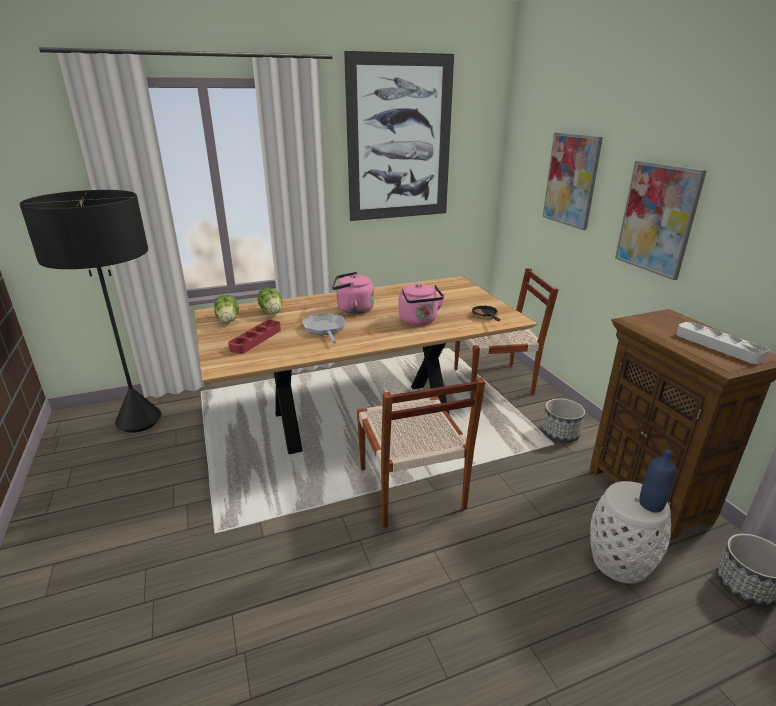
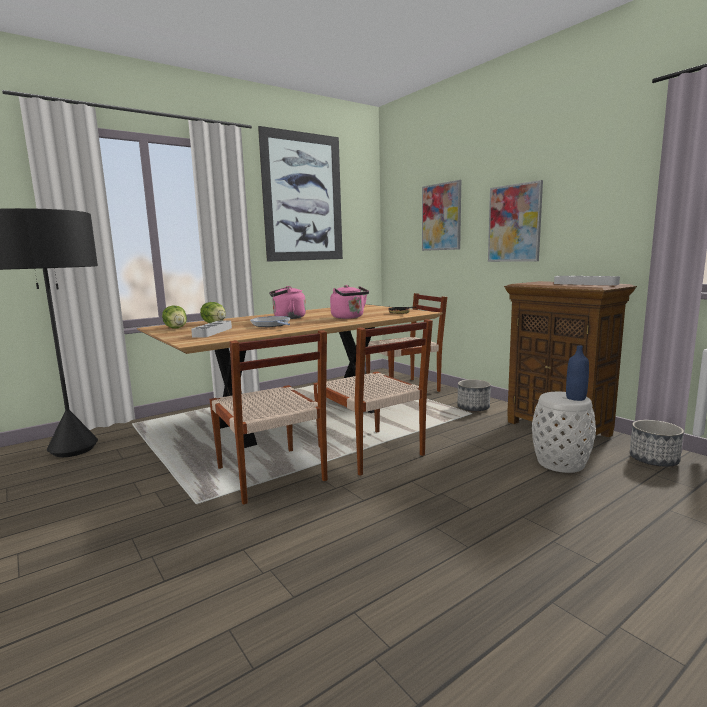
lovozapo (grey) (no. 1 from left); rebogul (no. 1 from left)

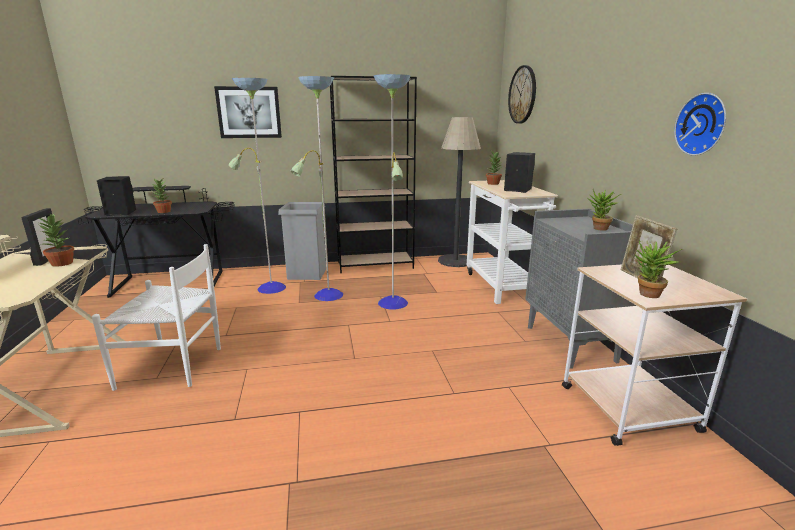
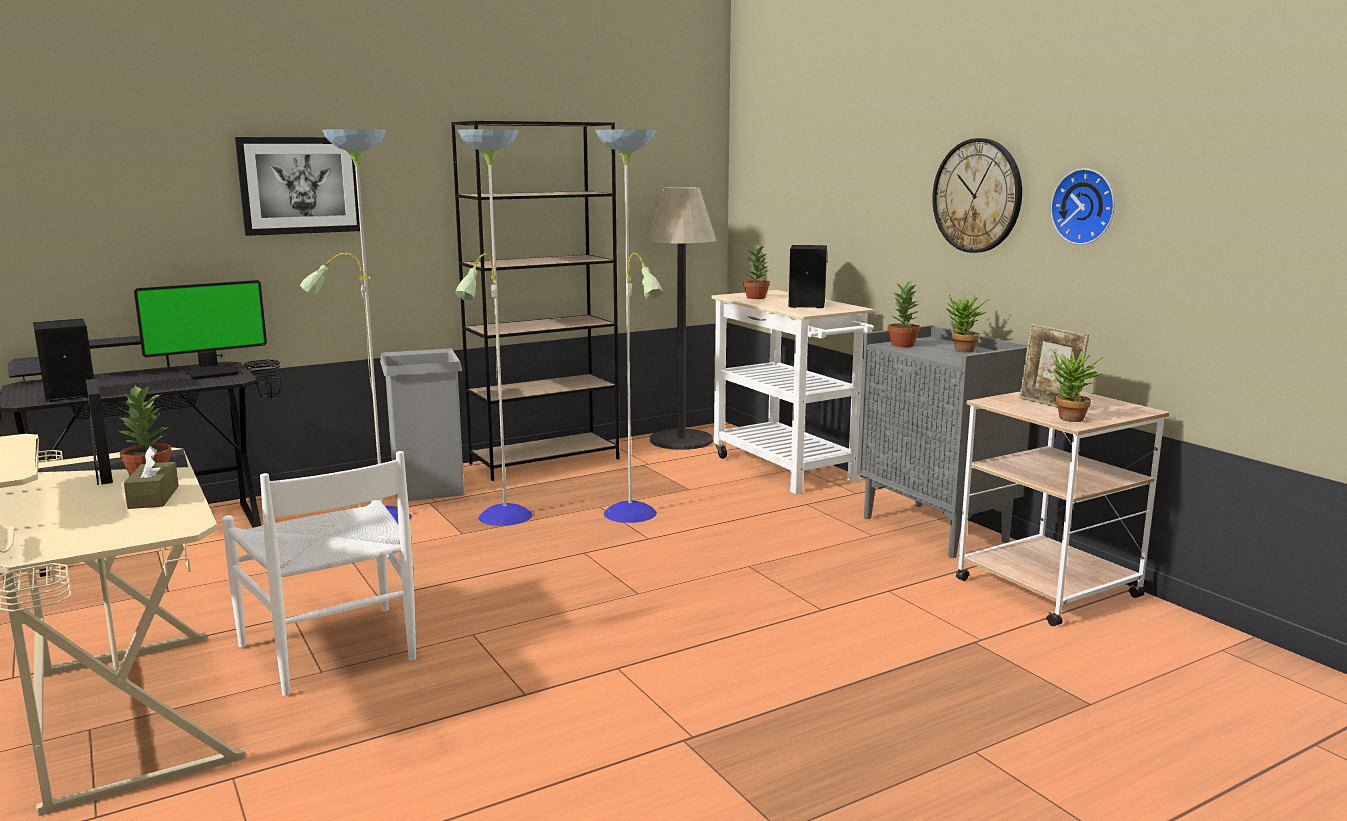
rebogul (white); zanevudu (no. 3 from left); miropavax (no. 1 from left); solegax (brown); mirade

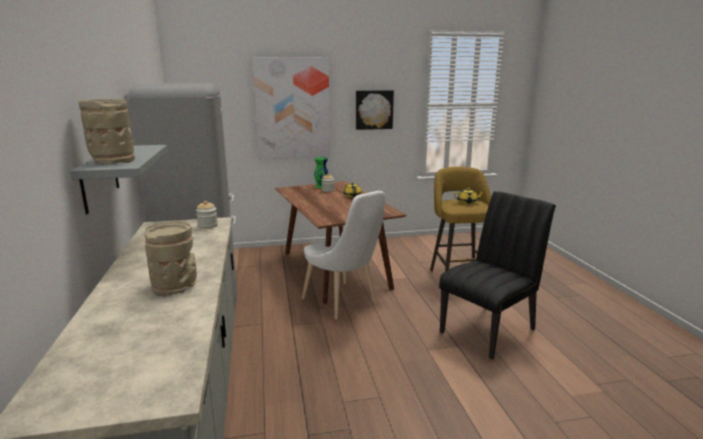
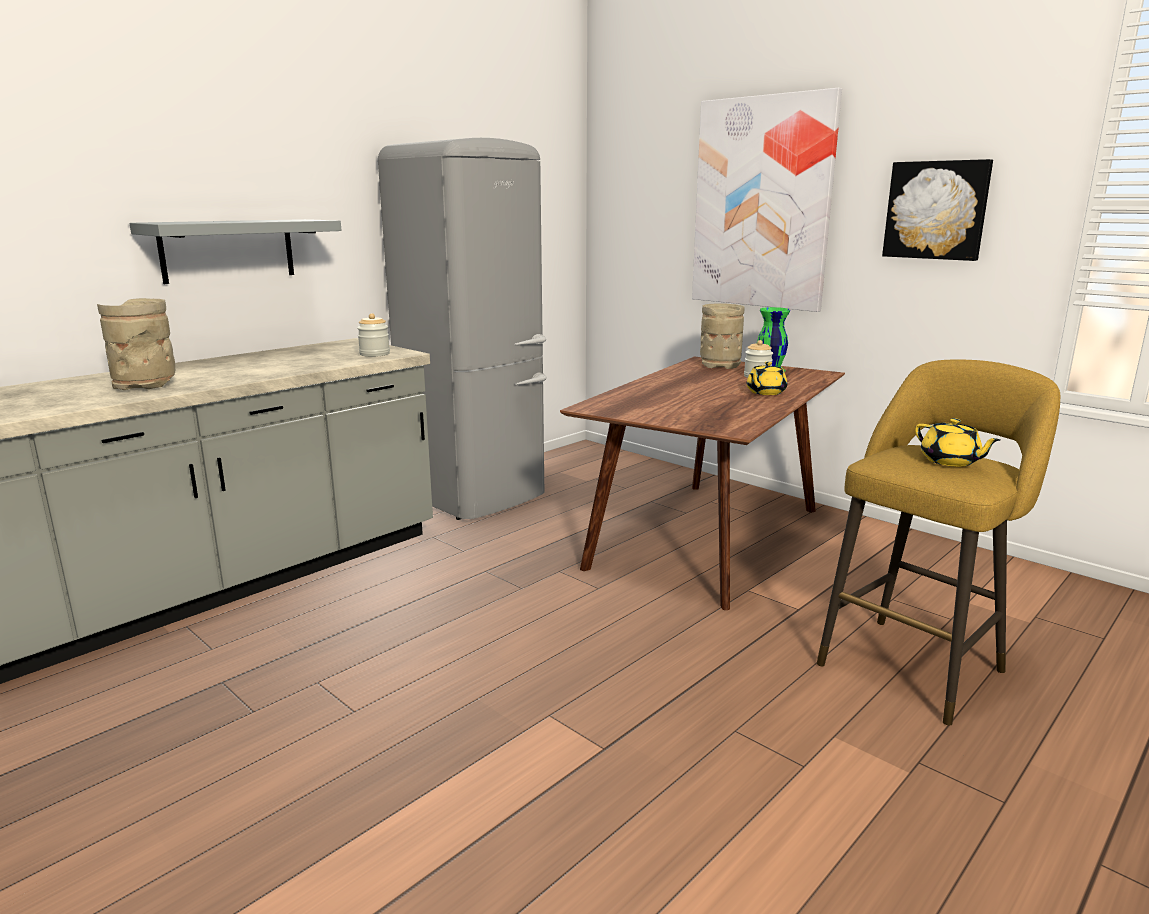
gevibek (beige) (no. 2 from left); rebogul (white); rebogul (black)

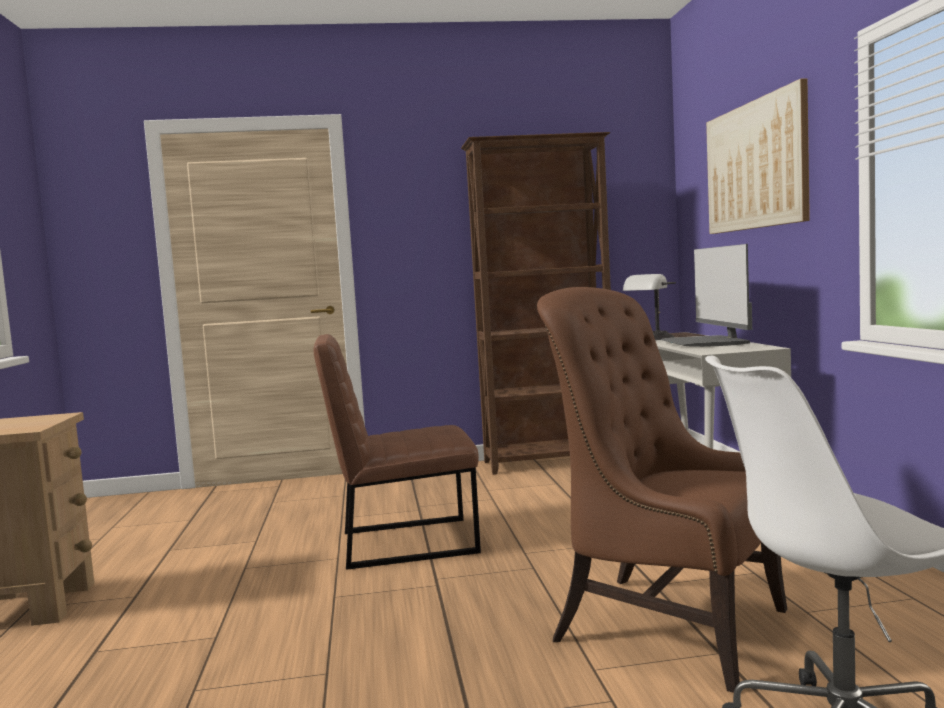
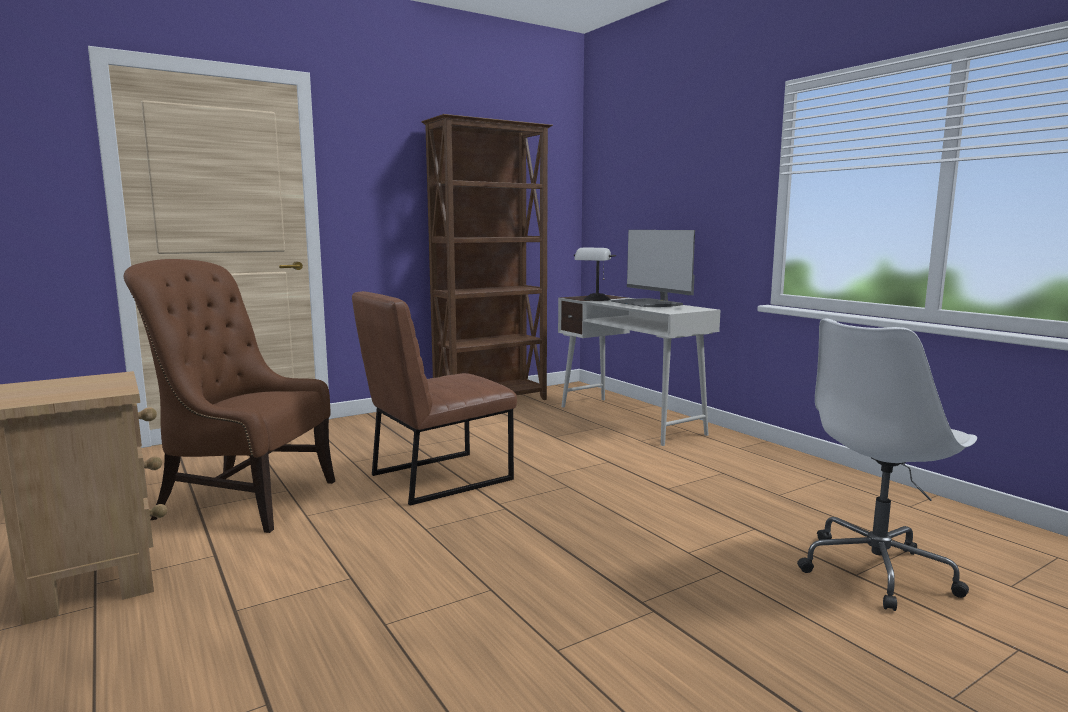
rebogul (brown) (no. 1 from left); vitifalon

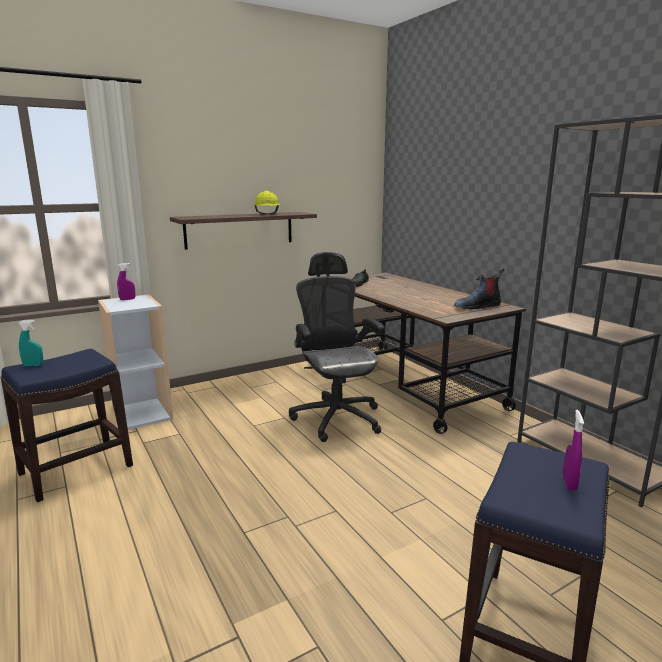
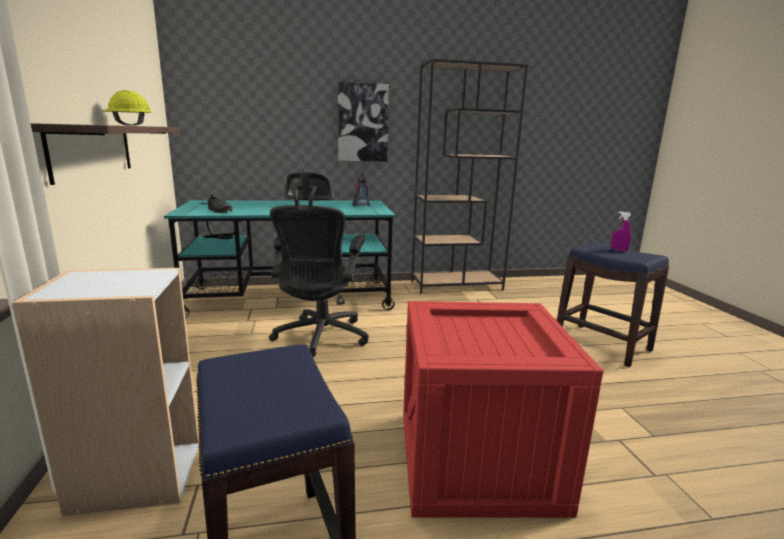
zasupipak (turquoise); zasupipak (purple) (no. 1 from left in the first image); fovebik; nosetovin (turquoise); vitifalon; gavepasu

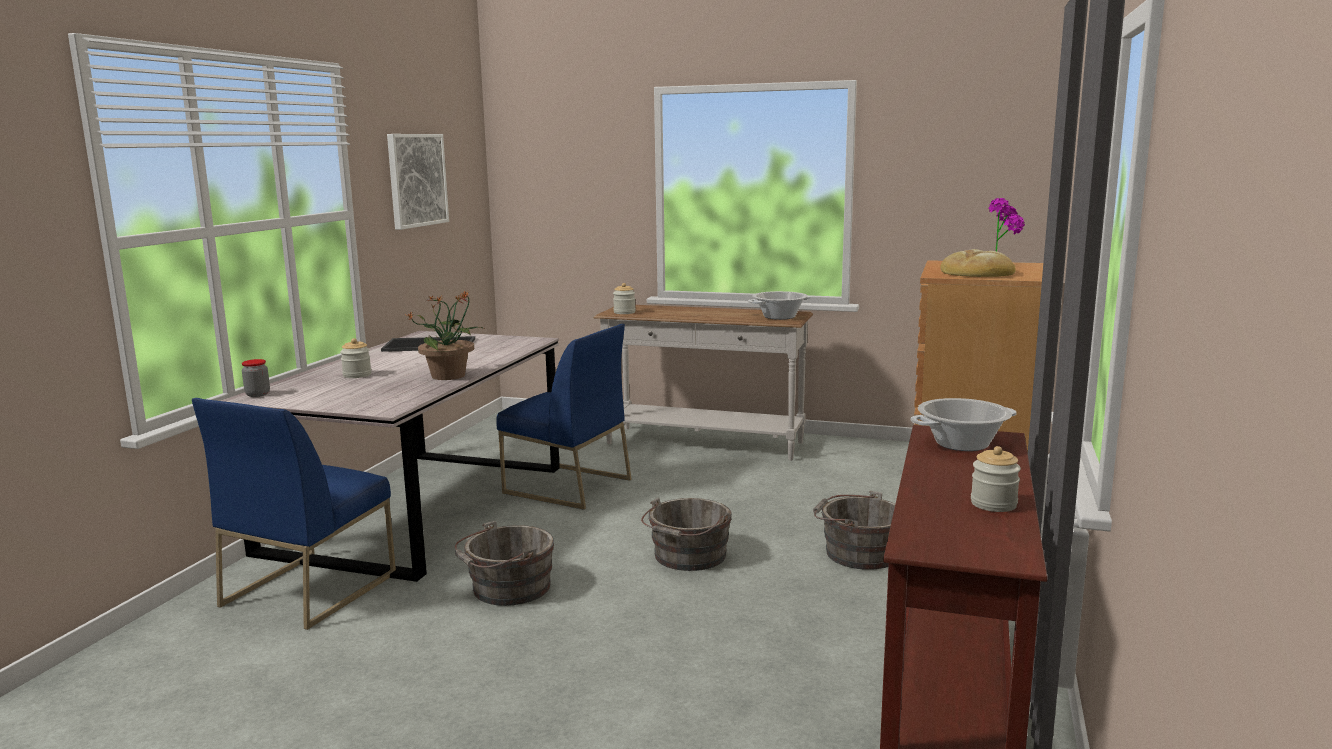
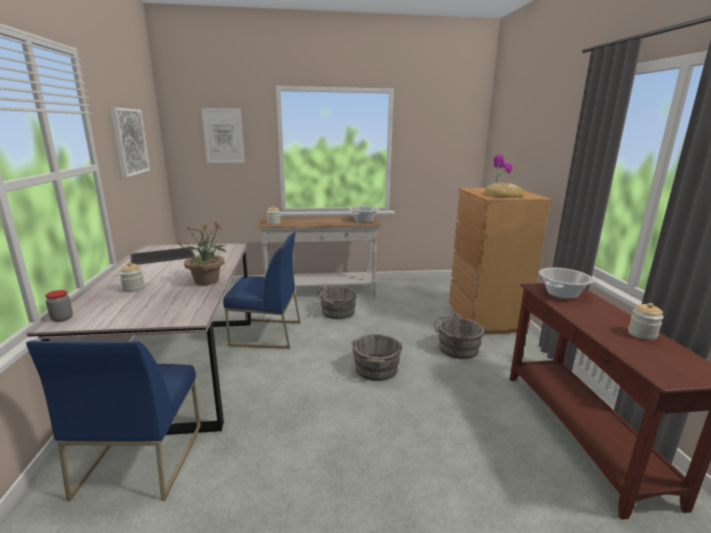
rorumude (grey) (no. 1 from left); vitifalon (no. 2 from left)

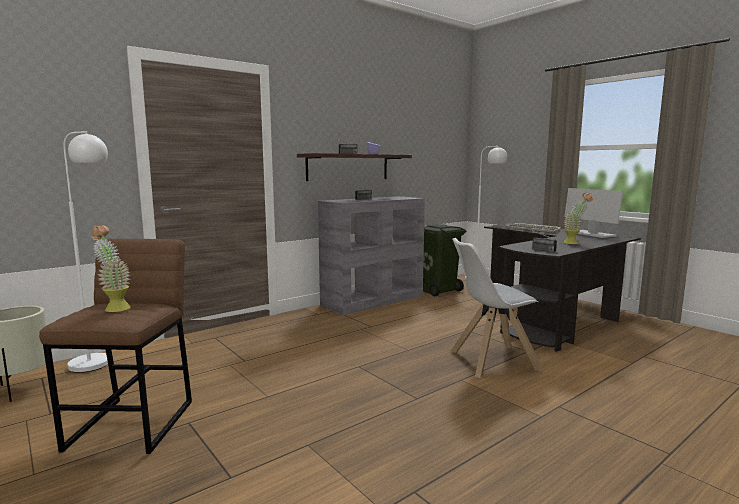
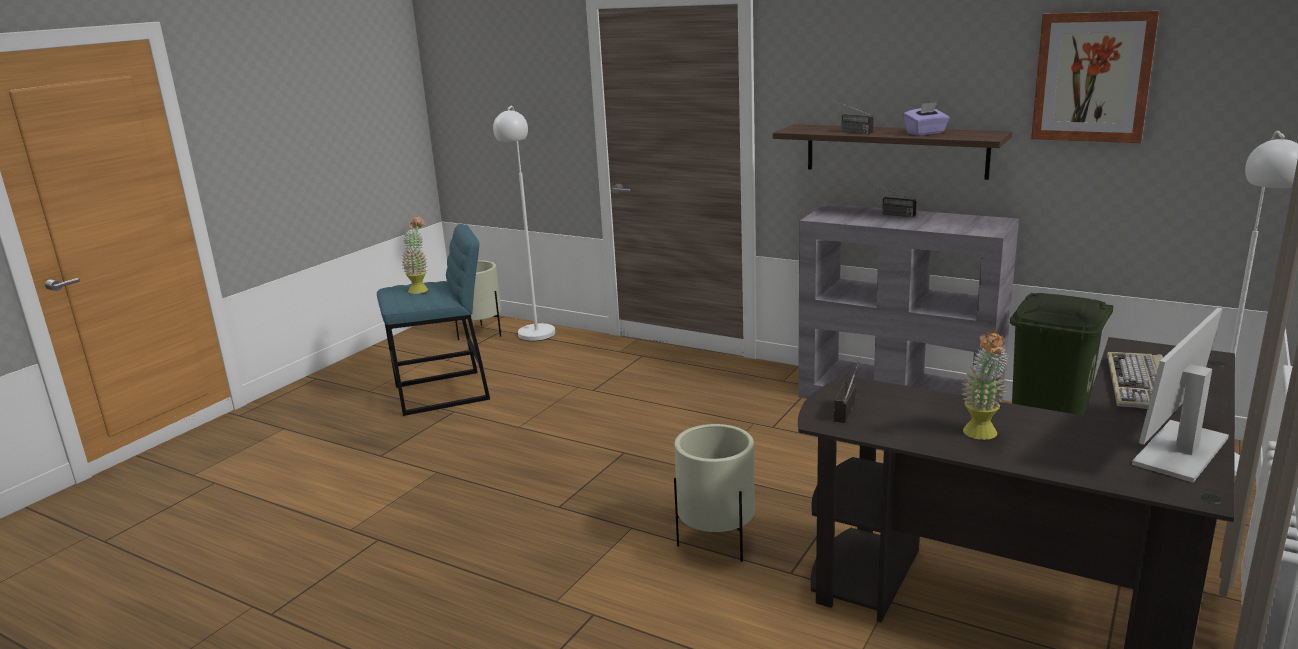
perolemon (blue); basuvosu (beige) (no. 2 from left); vitifalon

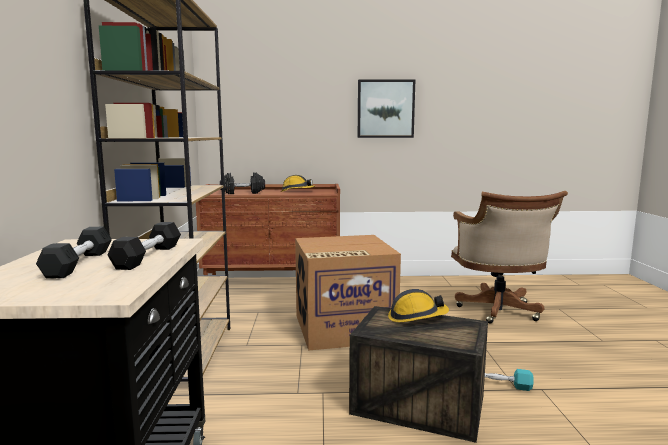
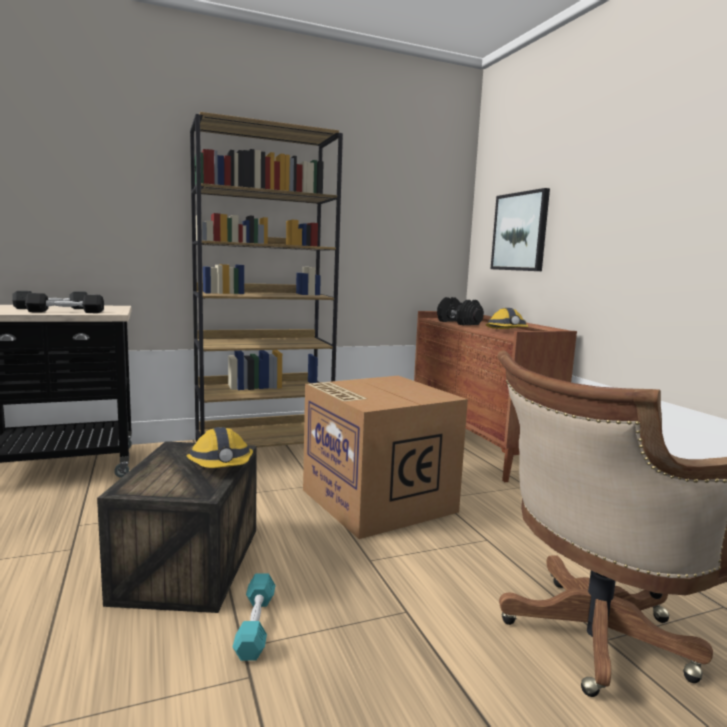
vitifalon

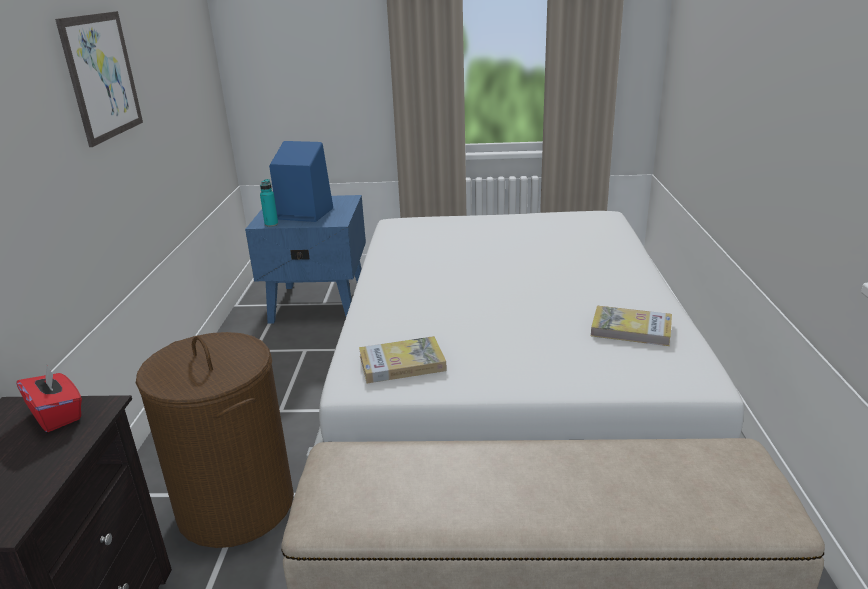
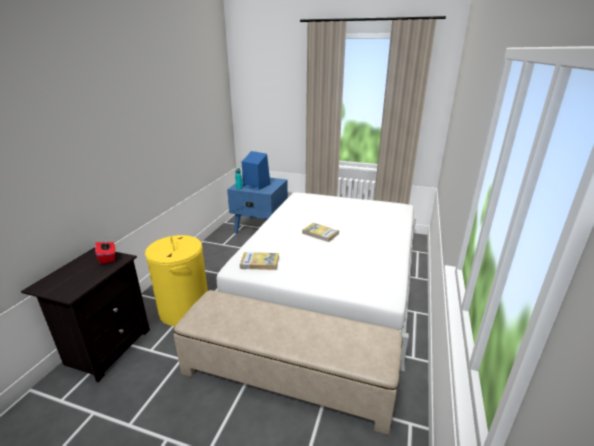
vitifalon; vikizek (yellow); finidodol (no. 2 from left)

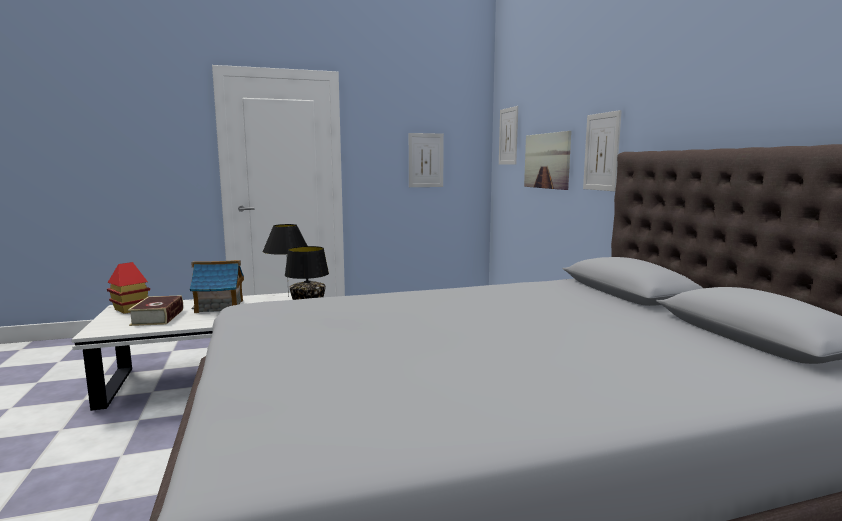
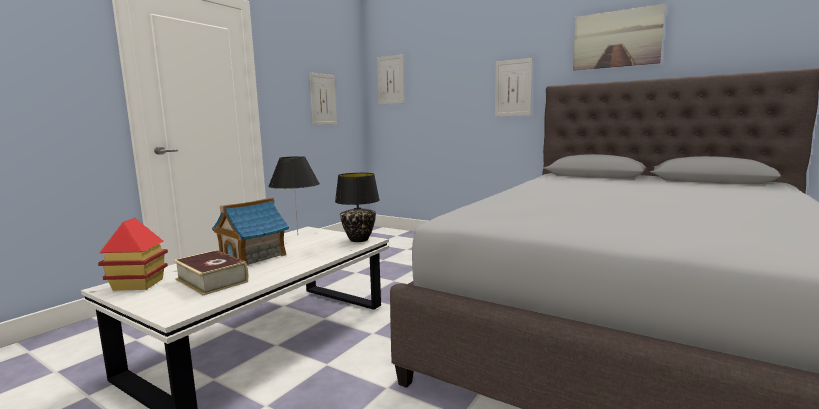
vitifalon (no. 4 from left)

